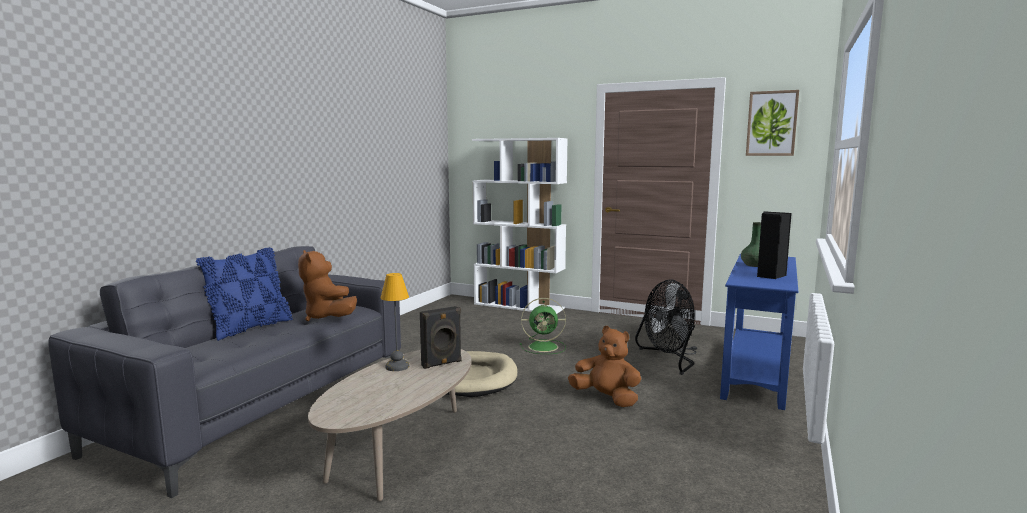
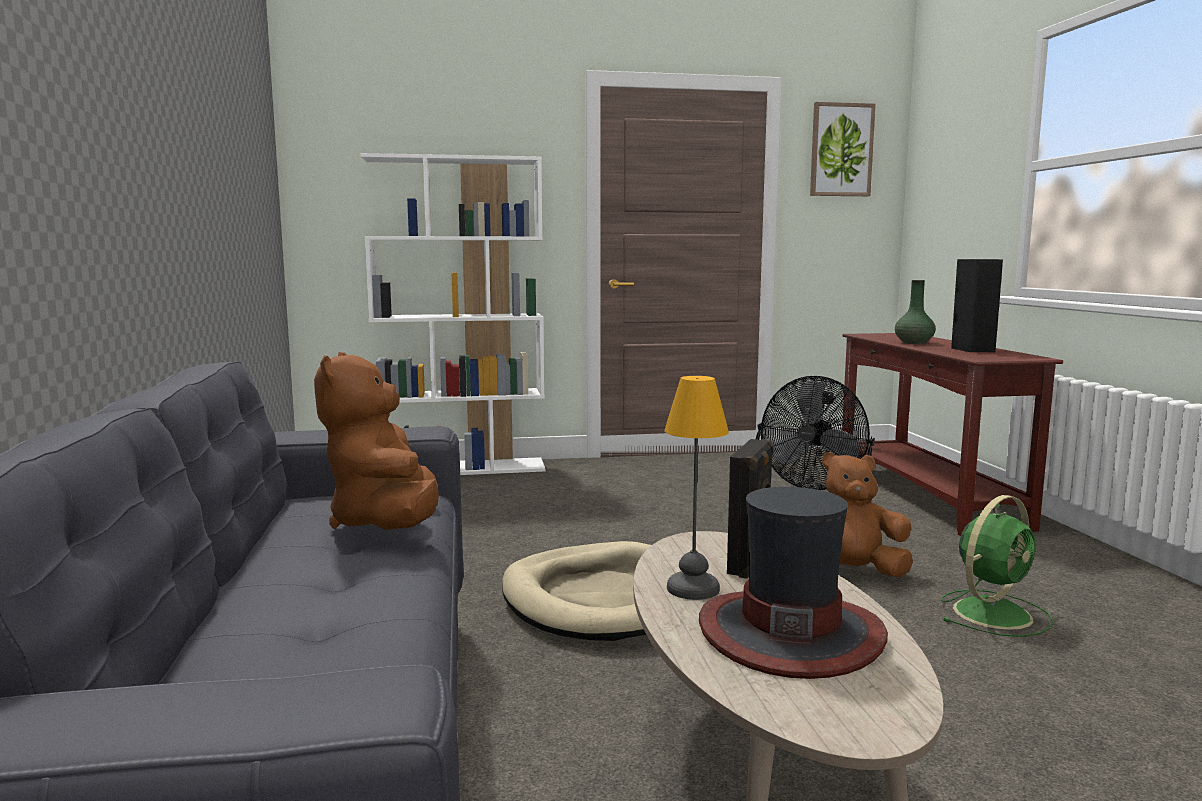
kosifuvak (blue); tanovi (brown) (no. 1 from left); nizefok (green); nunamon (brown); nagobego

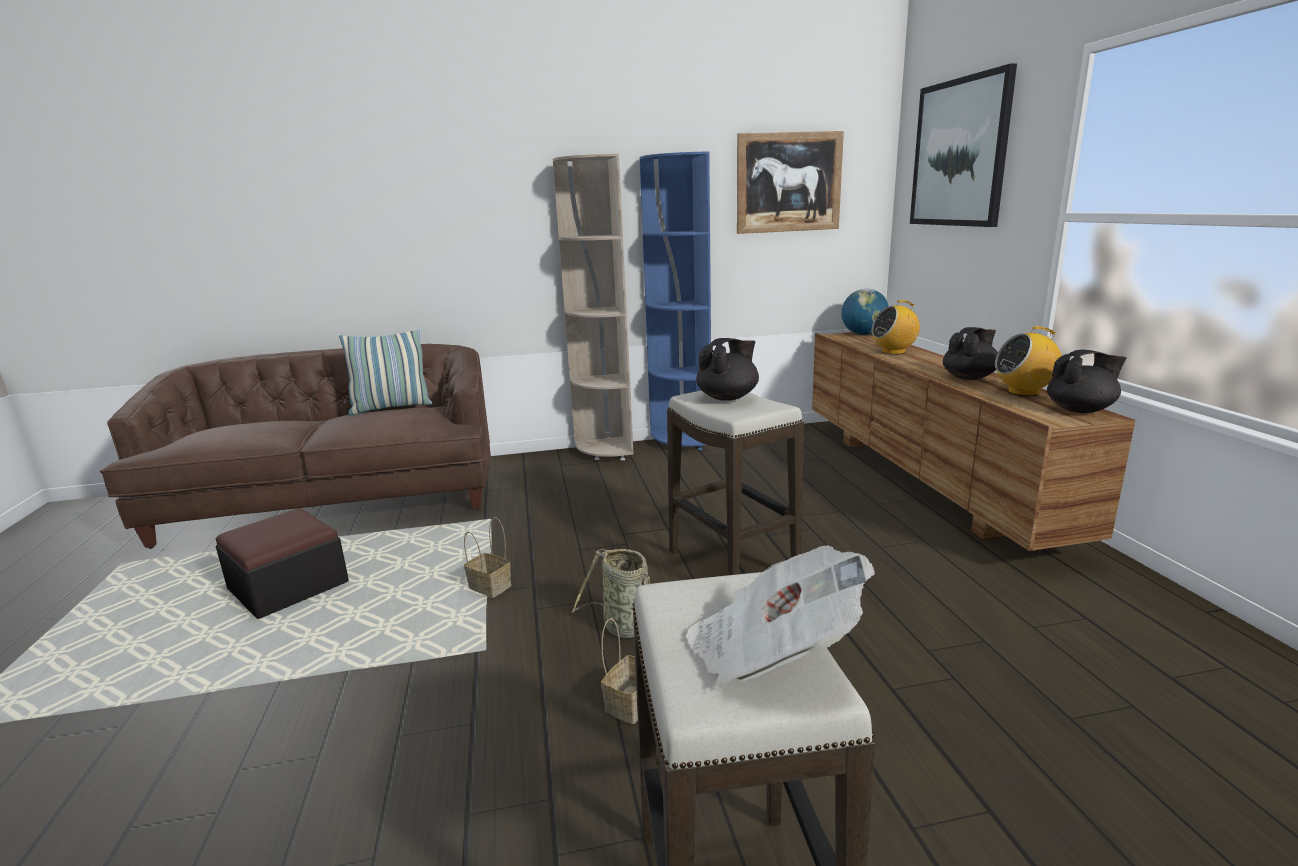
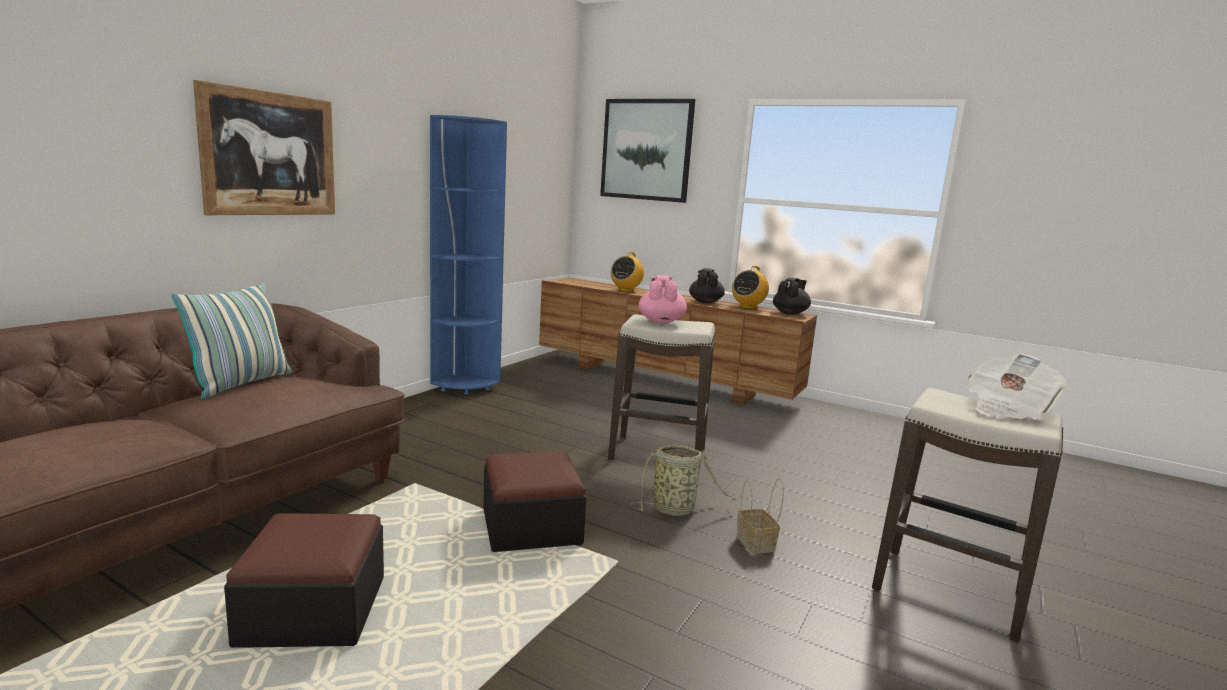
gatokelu (no. 2 from left); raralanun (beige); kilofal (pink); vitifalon (no. 1 from left); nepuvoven

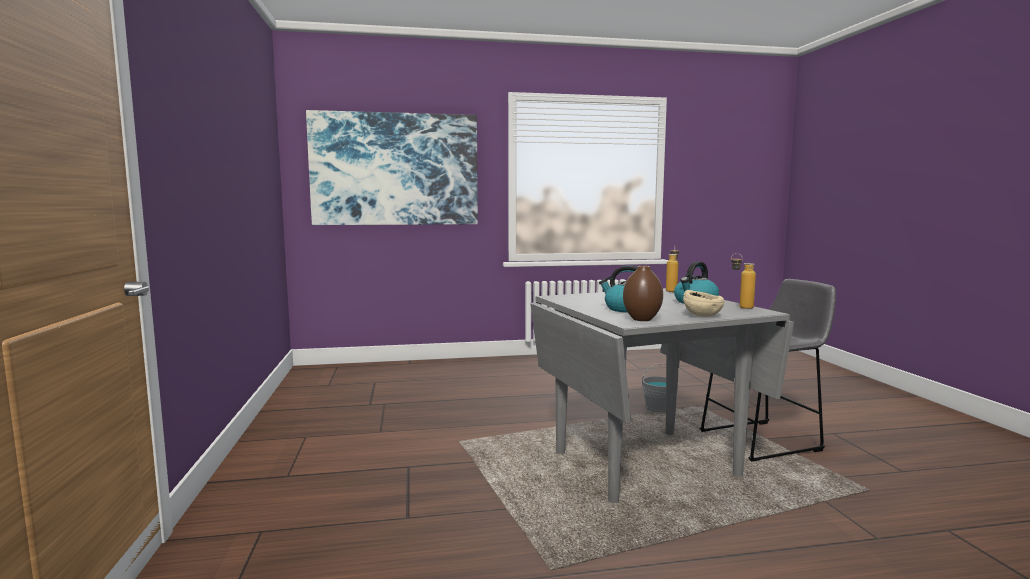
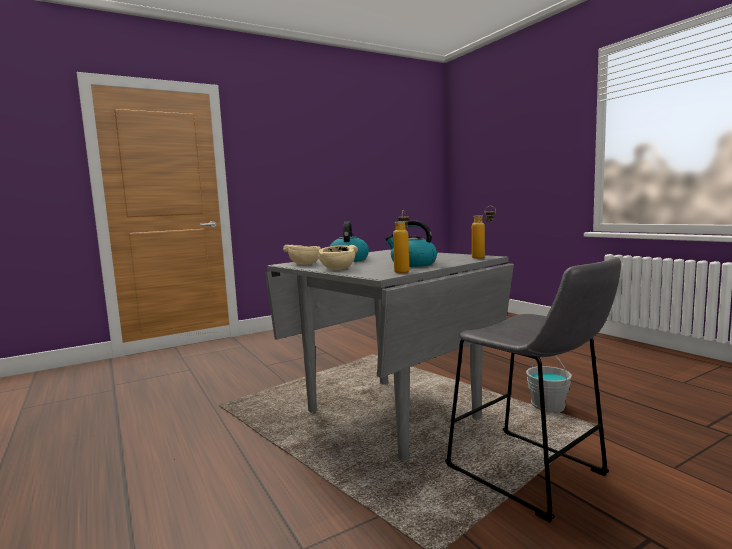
vitifalon; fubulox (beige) (no. 1 from left)

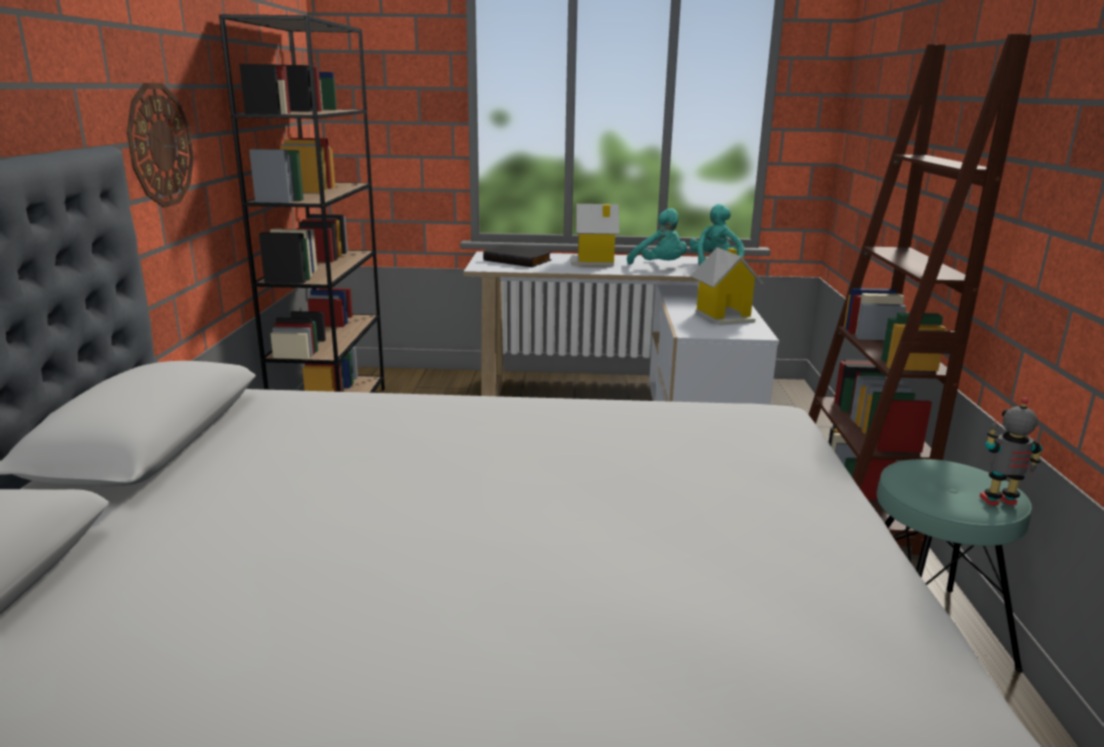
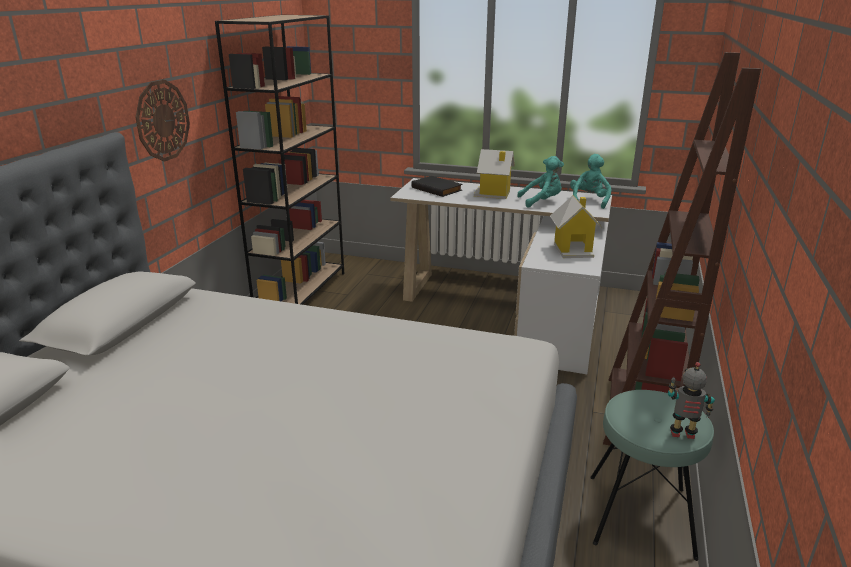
tanovi (turquoise) (no. 1 from left)

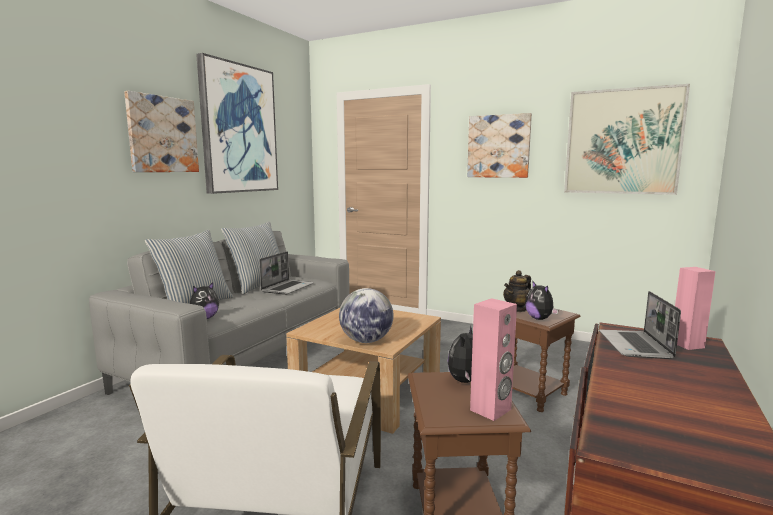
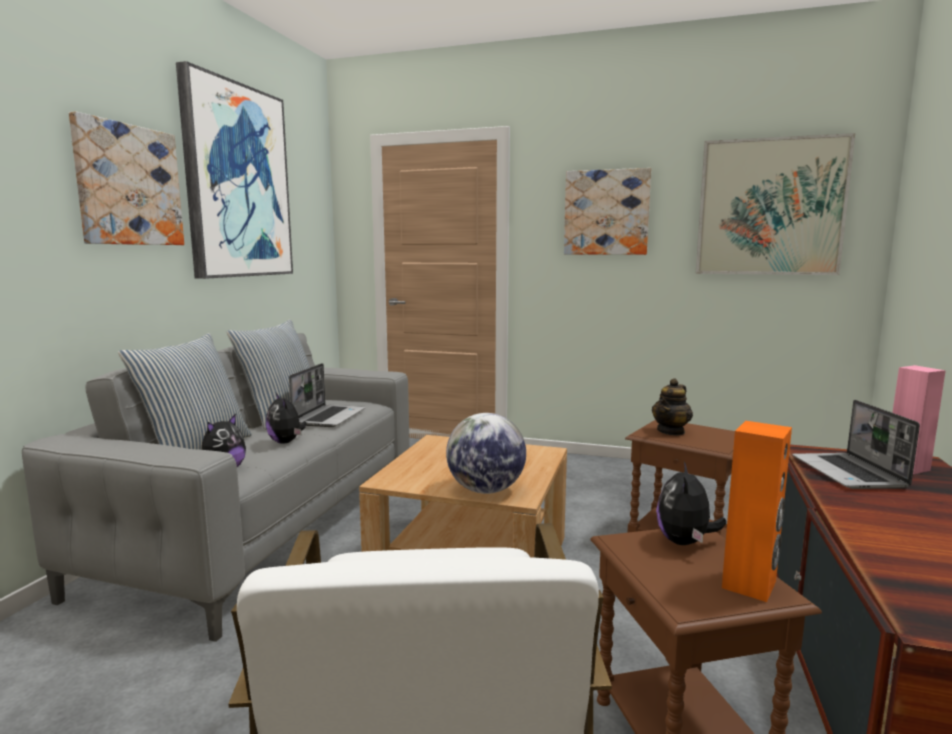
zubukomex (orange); tanovi (no. 2 from left)

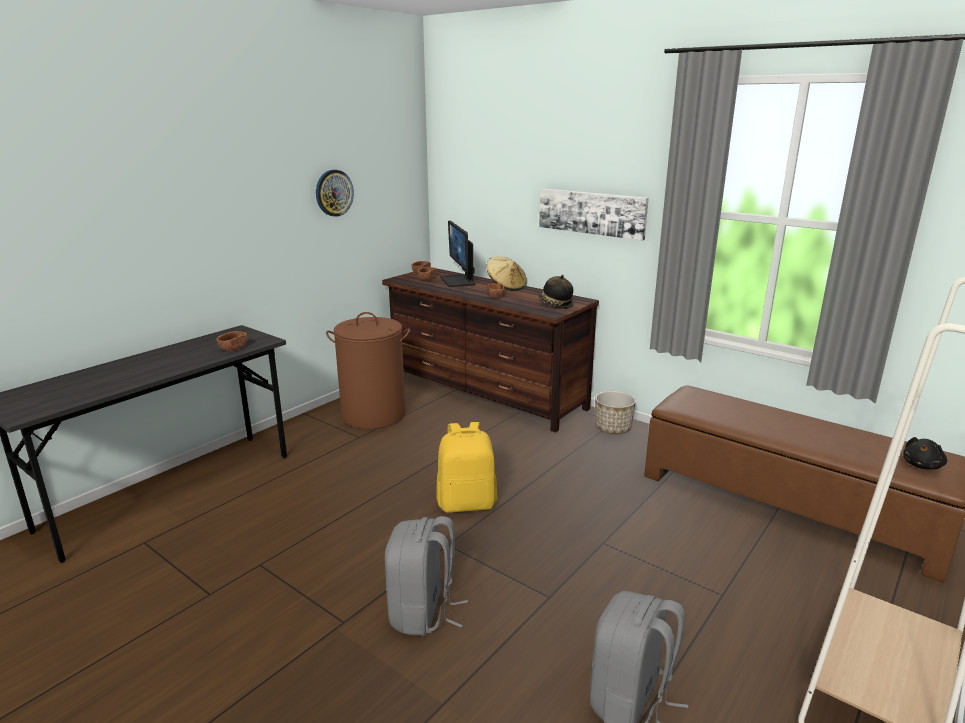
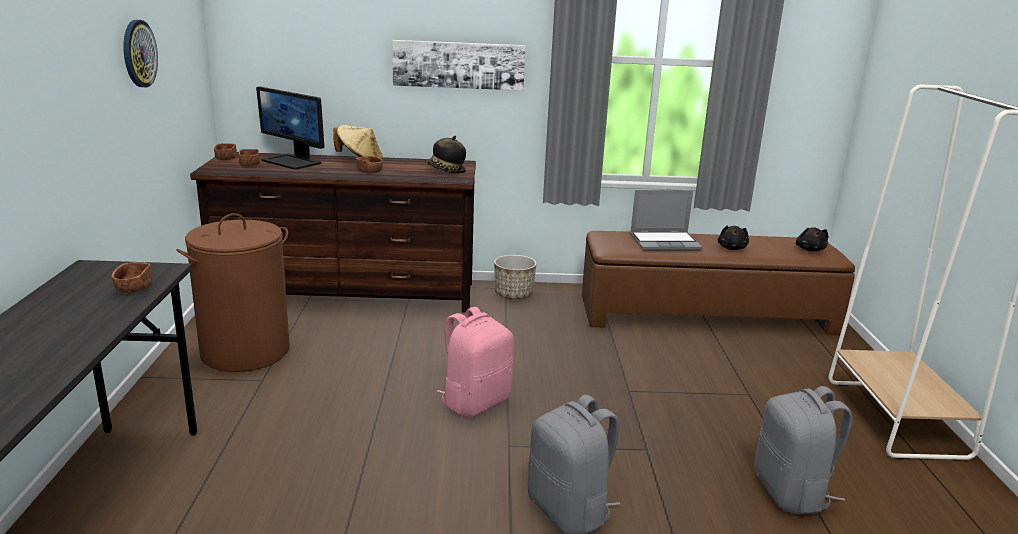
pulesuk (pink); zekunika; tanovi (black) (no. 1 from left)

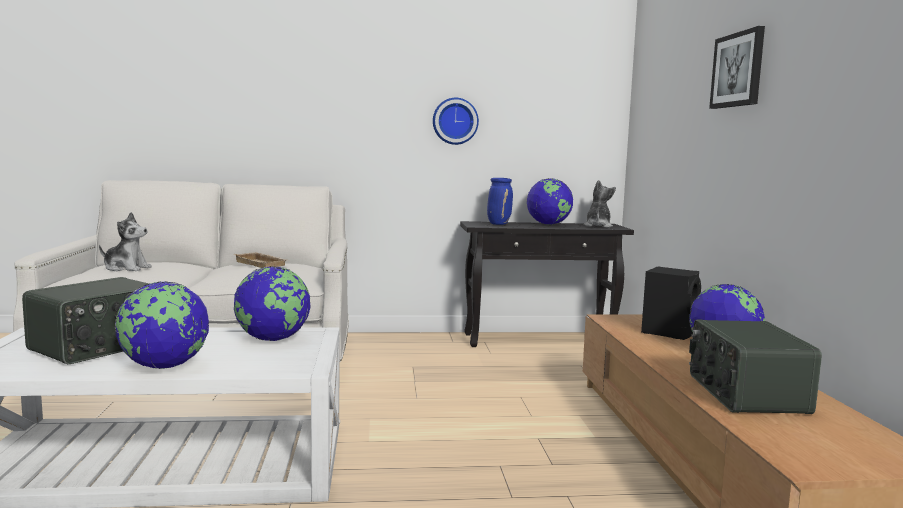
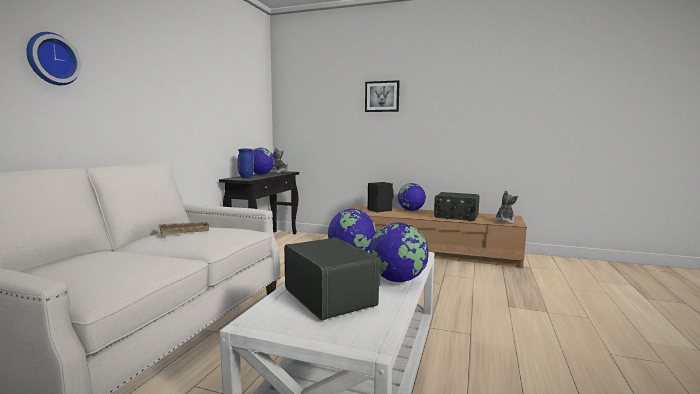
tanovi (no. 2 from left); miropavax

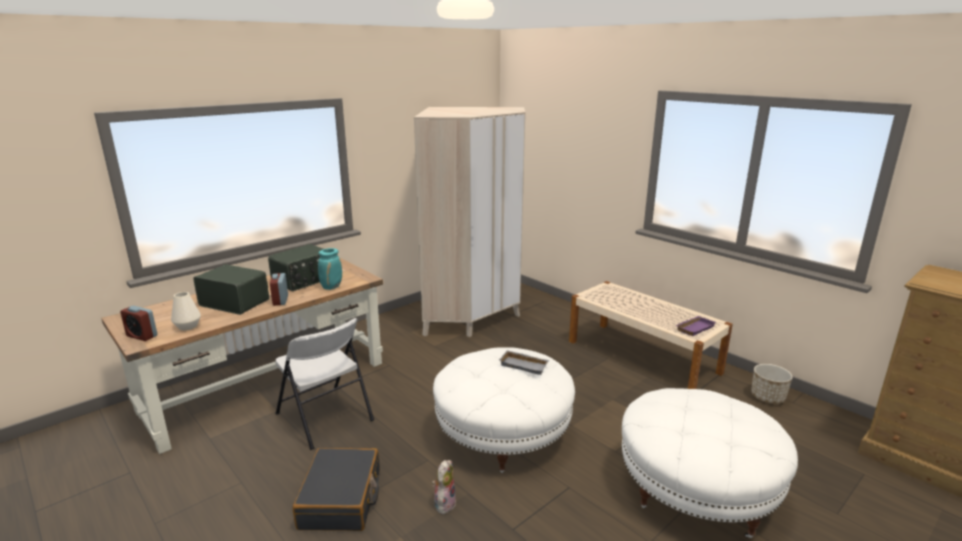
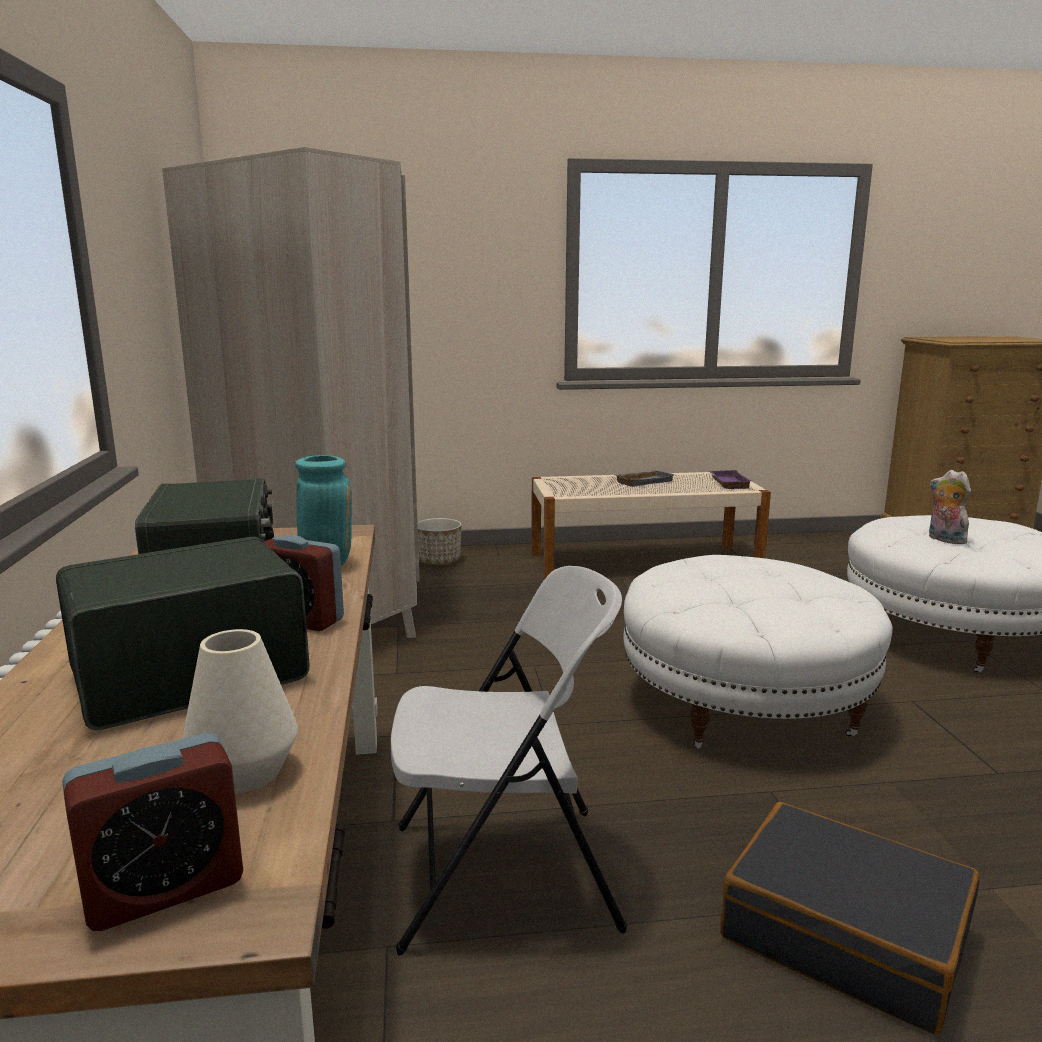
tanovi; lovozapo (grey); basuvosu

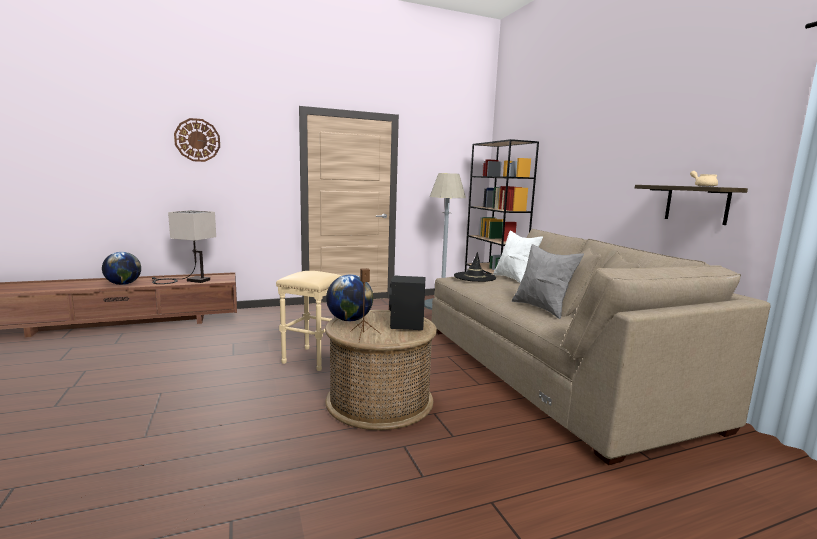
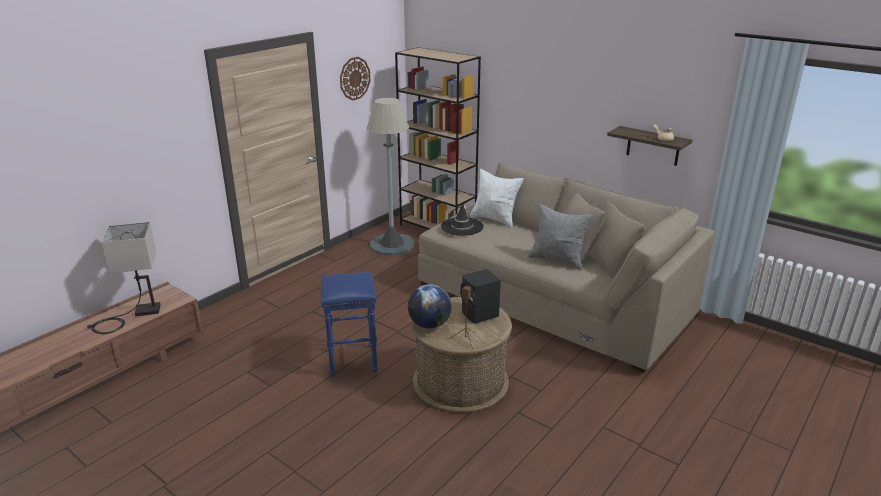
nepuvoven (no. 1 from left in the first image); miropavax; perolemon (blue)

